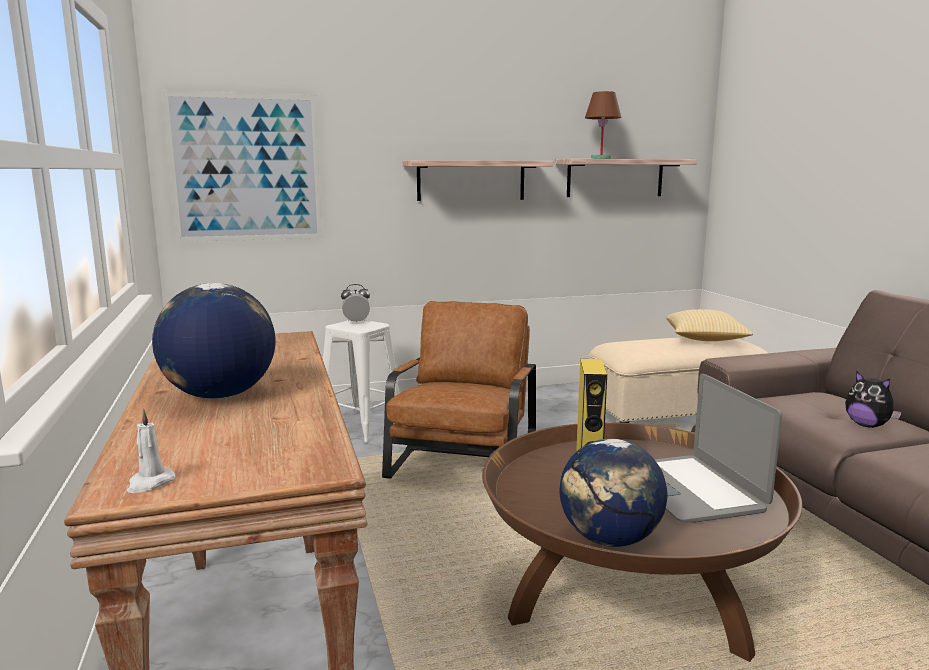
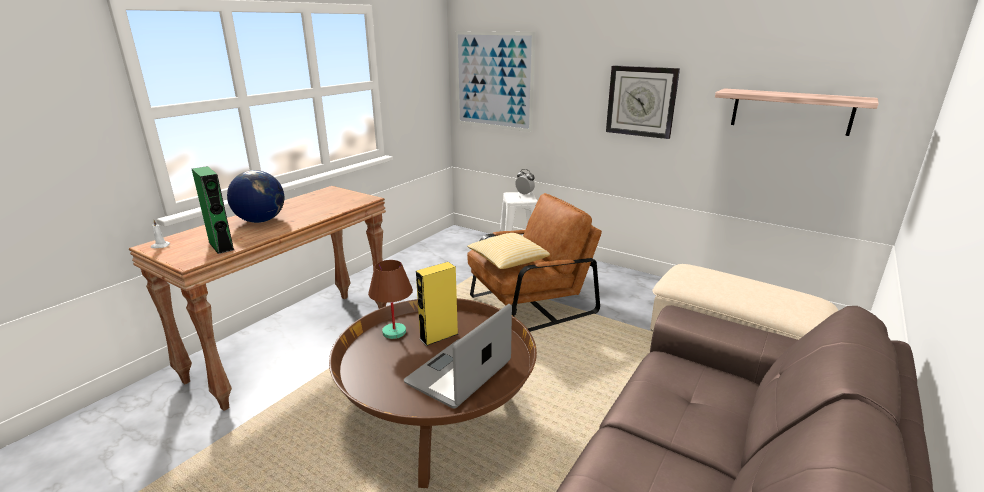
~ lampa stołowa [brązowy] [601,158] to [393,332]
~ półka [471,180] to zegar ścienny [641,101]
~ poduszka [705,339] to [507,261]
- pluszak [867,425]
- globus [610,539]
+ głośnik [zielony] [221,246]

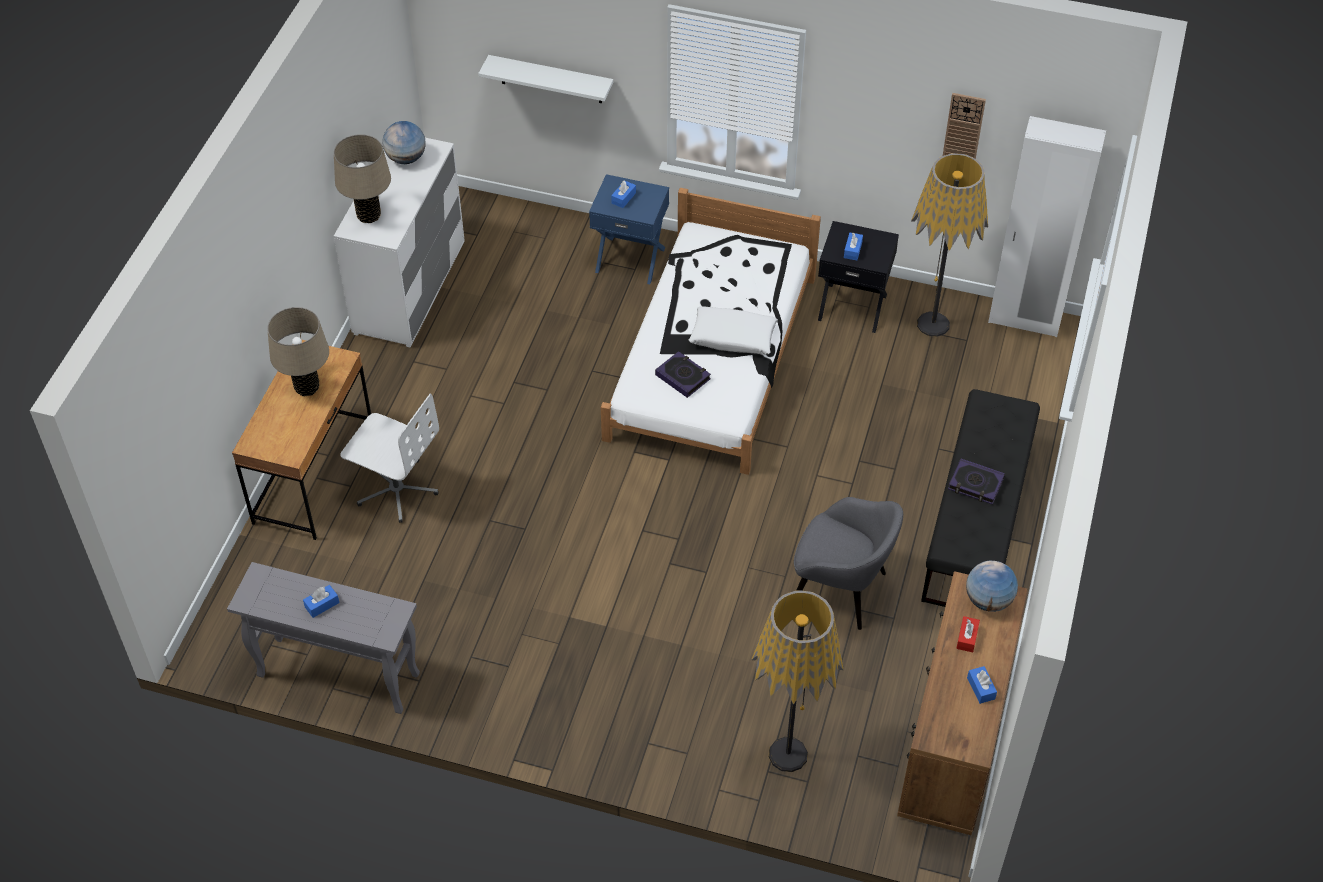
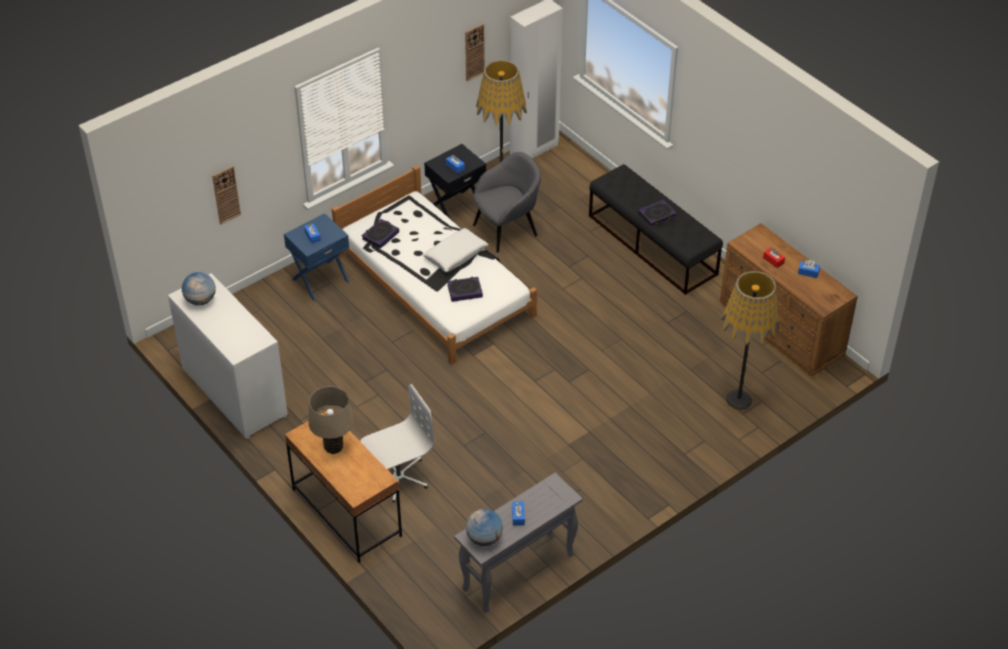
~ półka [biały] [551,79] to zegar ścienny [226,194]
- lampa stołowa [beżowy] [368,215]
~ fotel [szary] [841,589] to [506,229]
~ globus [988,600] to [484,538]
+ książka [380,236]

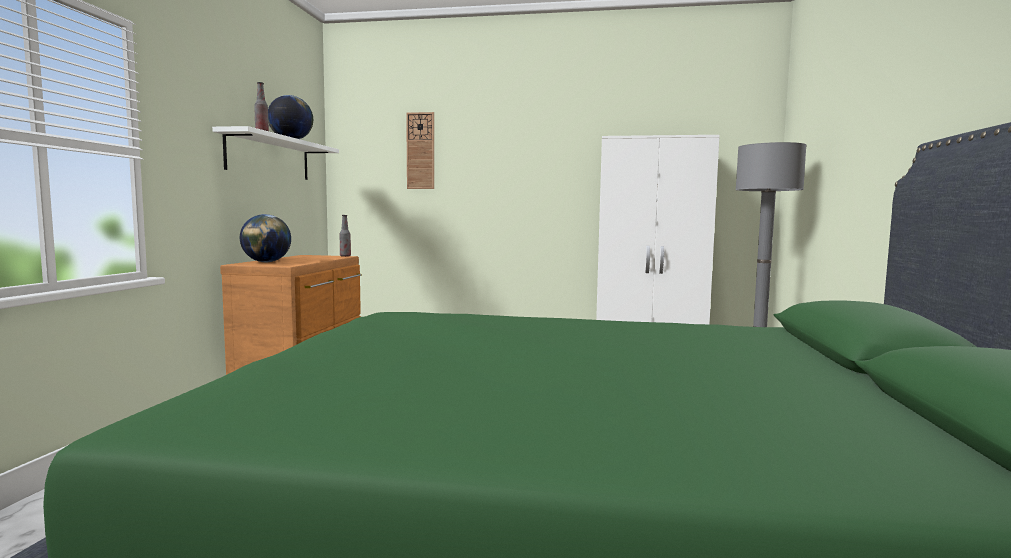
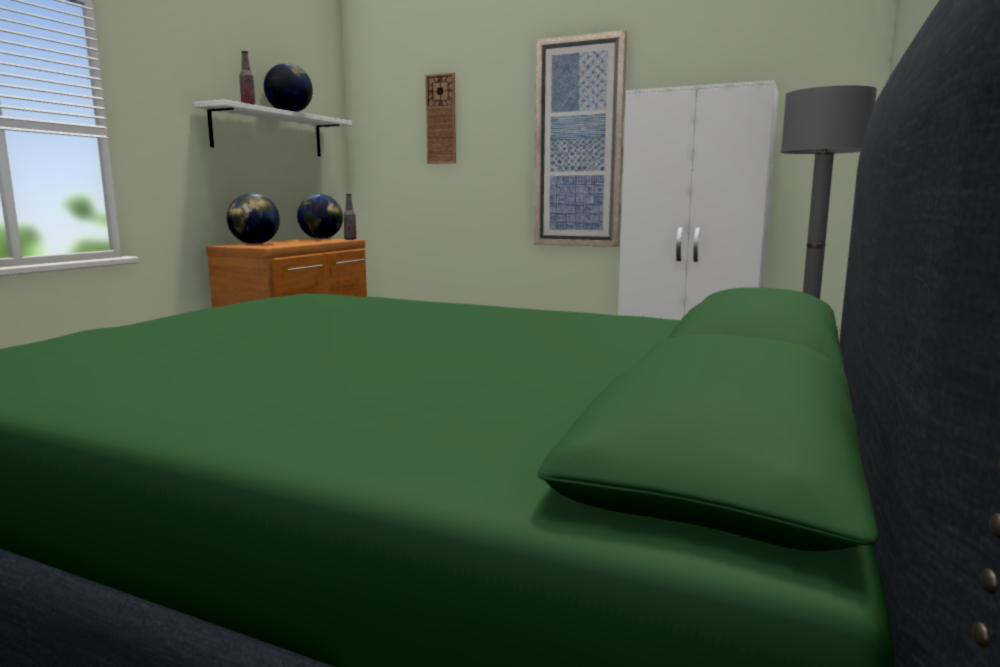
+ obraz [579,143]
+ globus [321,239]

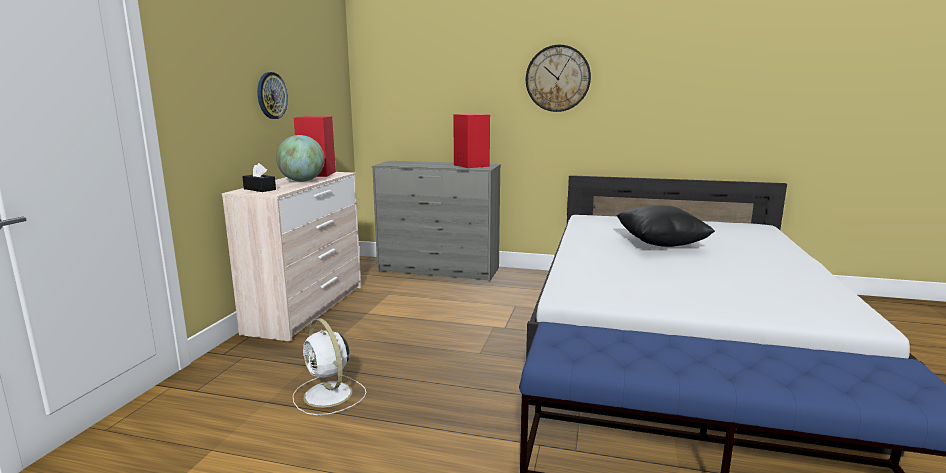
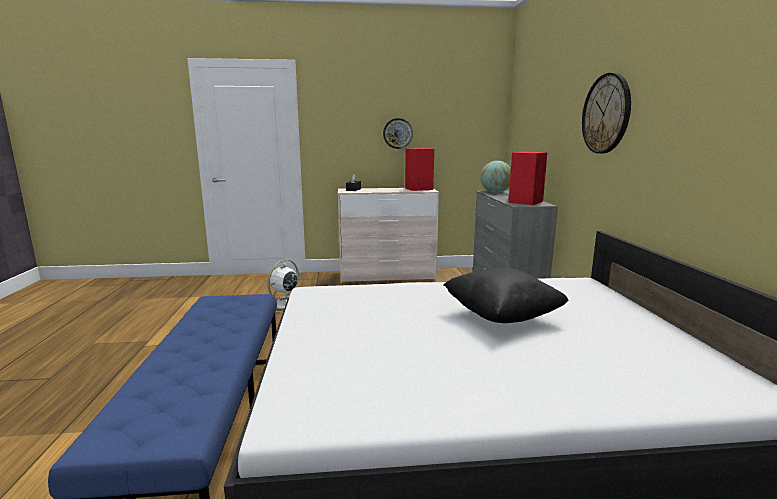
~ globus [302,181] to [495,192]

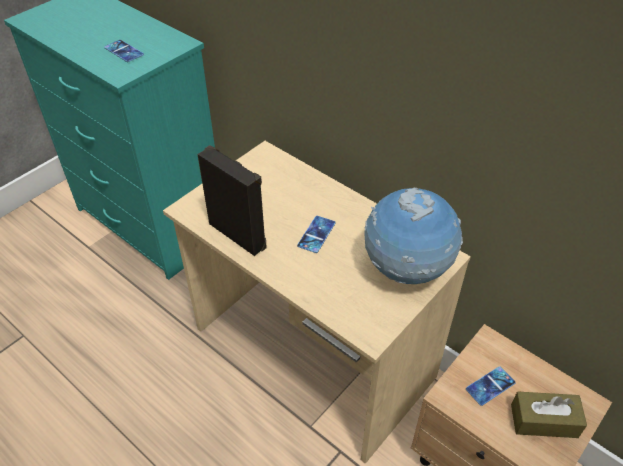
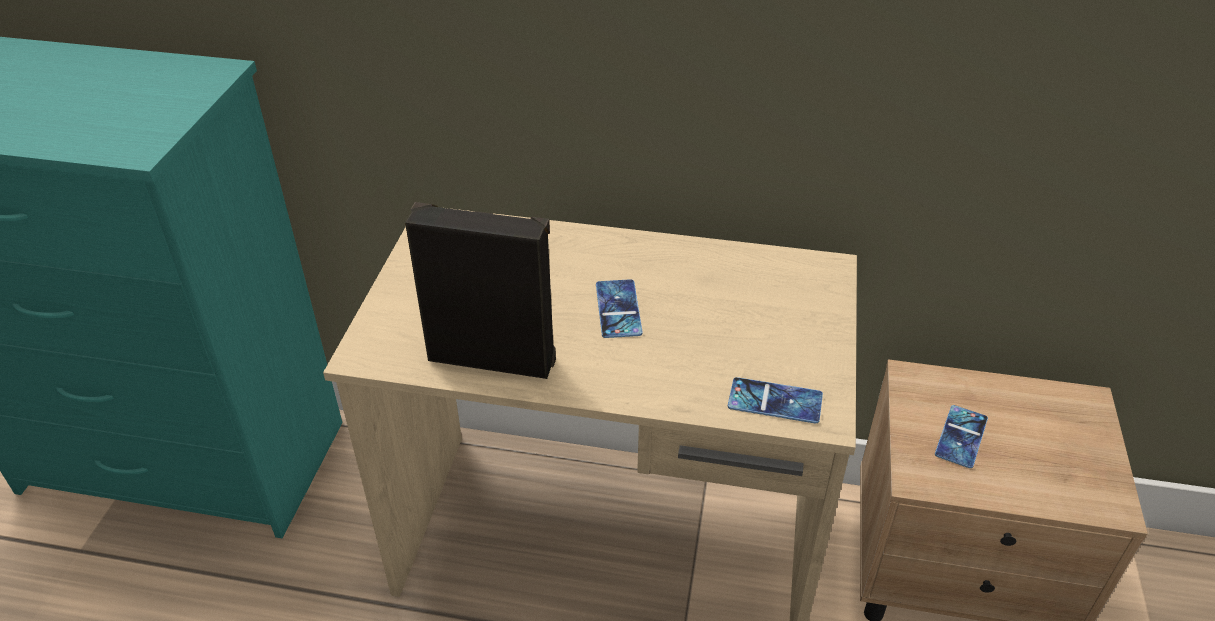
~ telefon [124,51] to [775,401]
- globus [406,270]
- pudełko chusteczek [brązowy] [544,421]

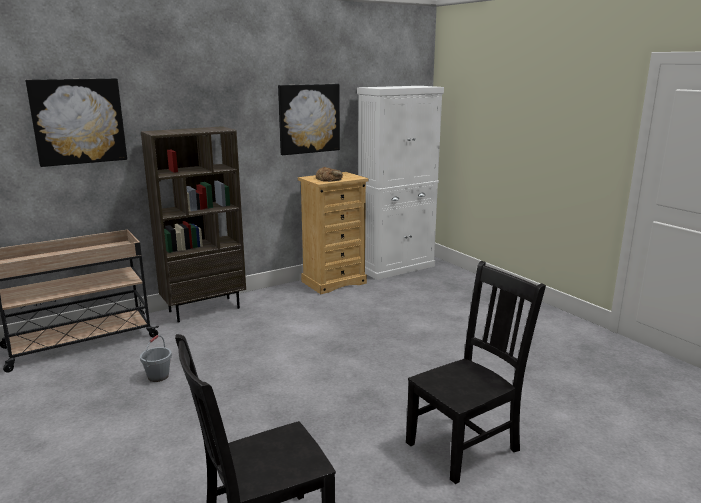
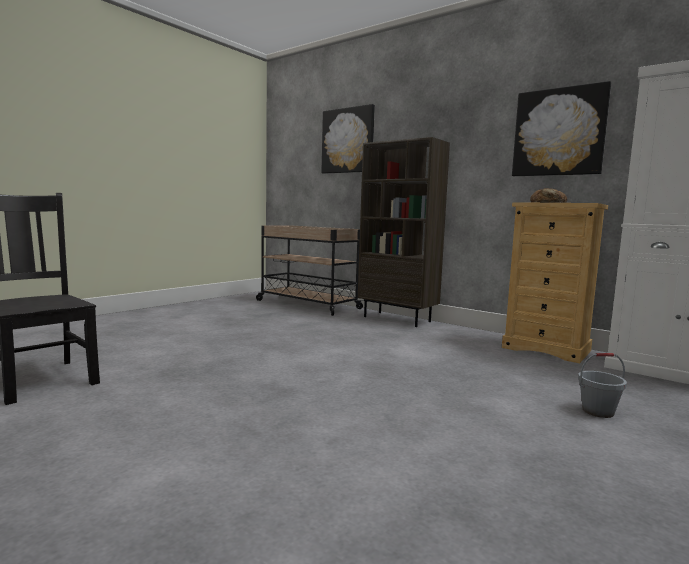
- krzesło [czarny] [465,445]
~ wiadro [szary] [158,376] to [598,411]

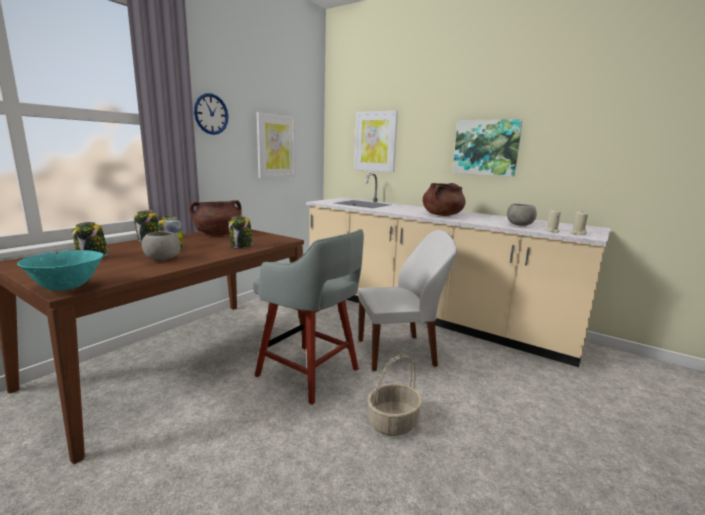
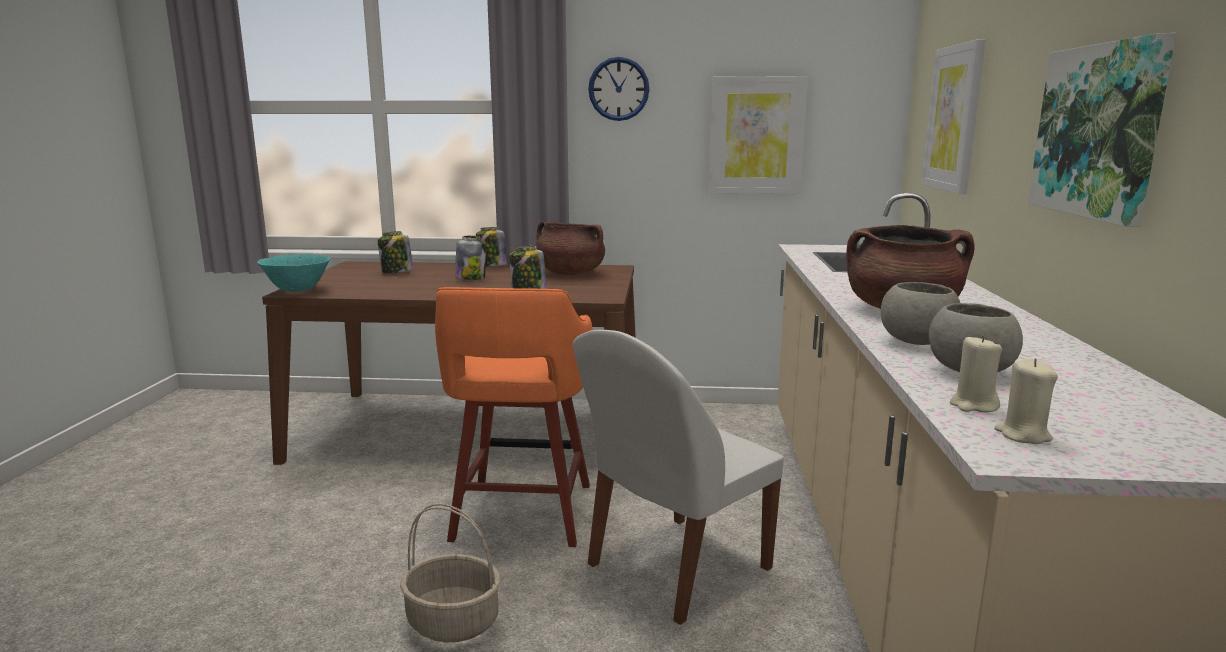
~ stołek [szary] [310,373] to stołek [pomarańczowy] [521,514]
~ krzesło [biały] [398,353] = [674,569] 90 degrees clockwise
~ miska [szary] [162,259] to [916,342]

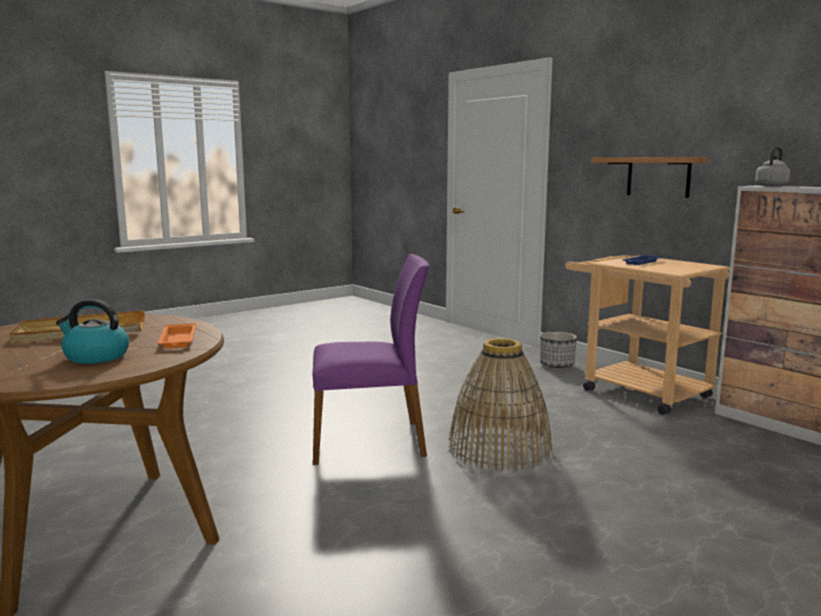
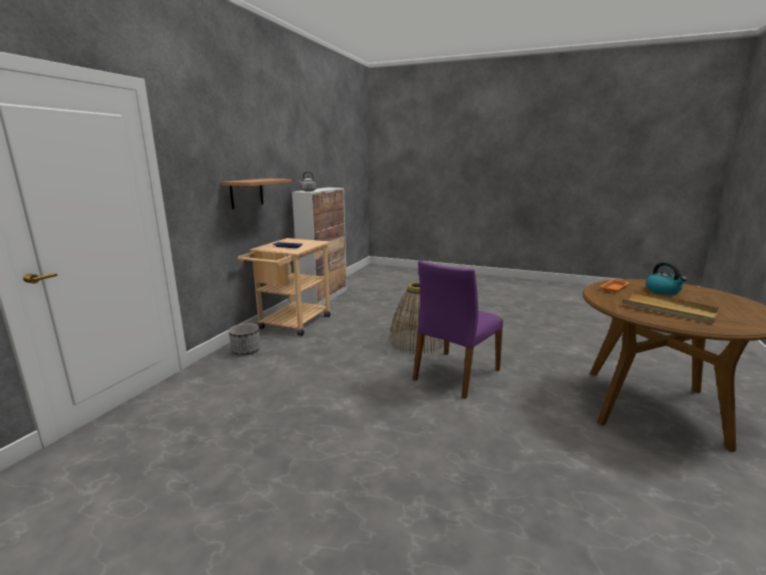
~ krzesło [fioletowy] [369,441] = [455,374] 105 degrees counterclockwise

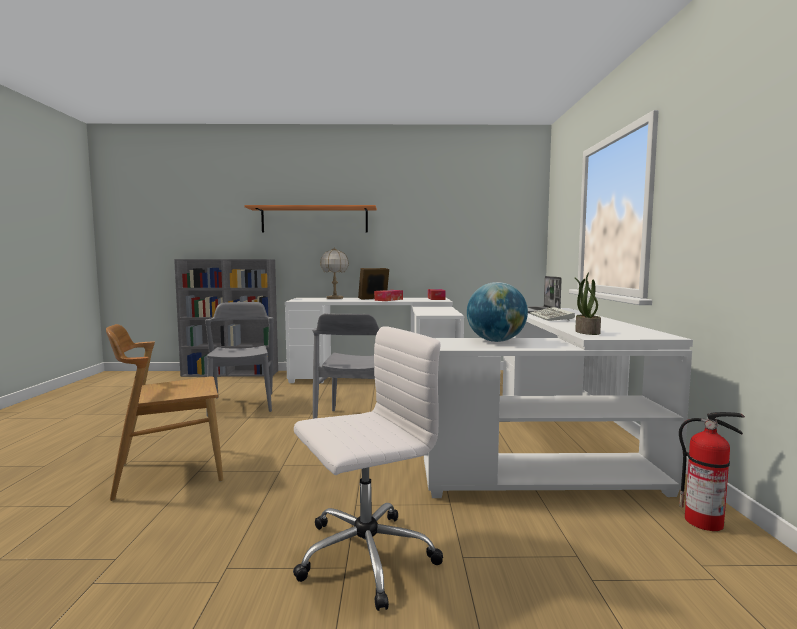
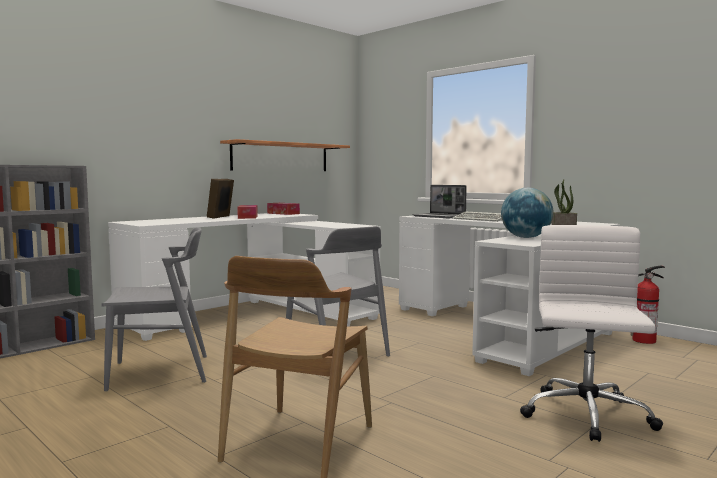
~ półka [314,220] to [281,157]
- lampa stołowa [335,298]
~ krzesło [szary] [242,404] = [160,372] 135 degrees clockwise

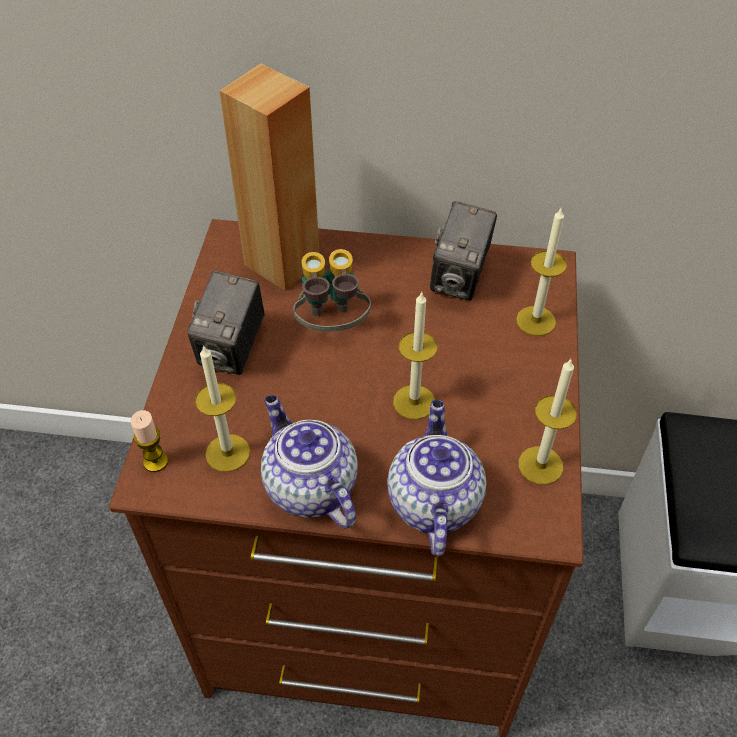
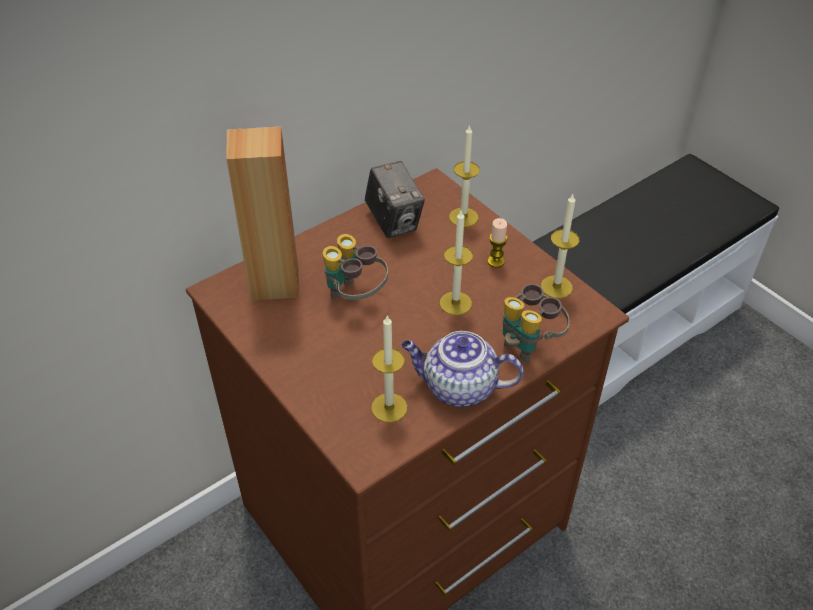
- aparat fotograficzny [232,349]
~ imbryk [432,500] to lornetka [529,343]
~ świeca [155,461] to [496,261]

